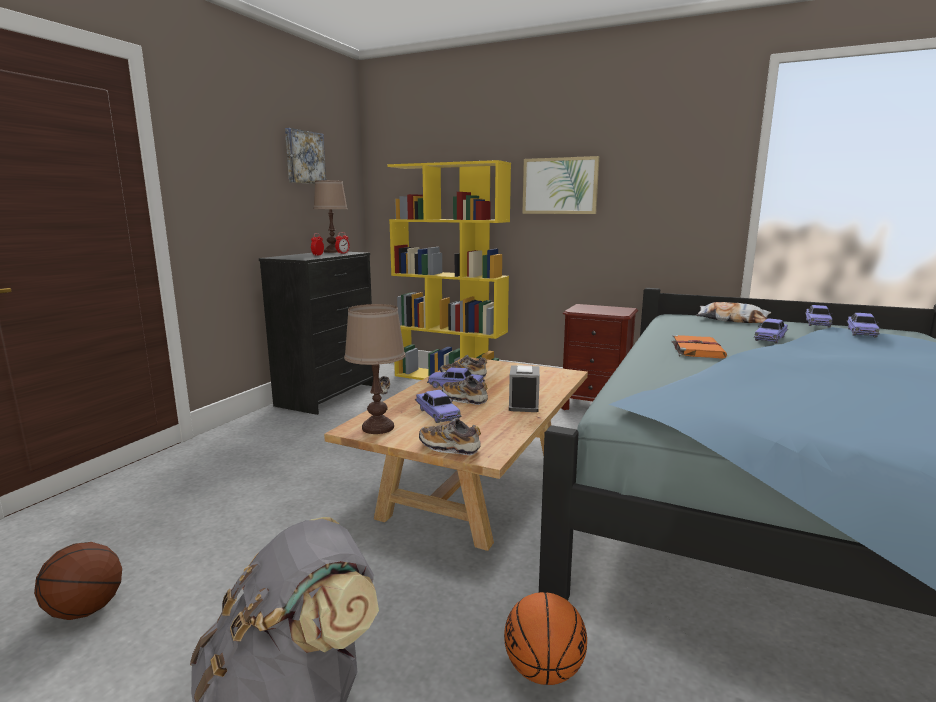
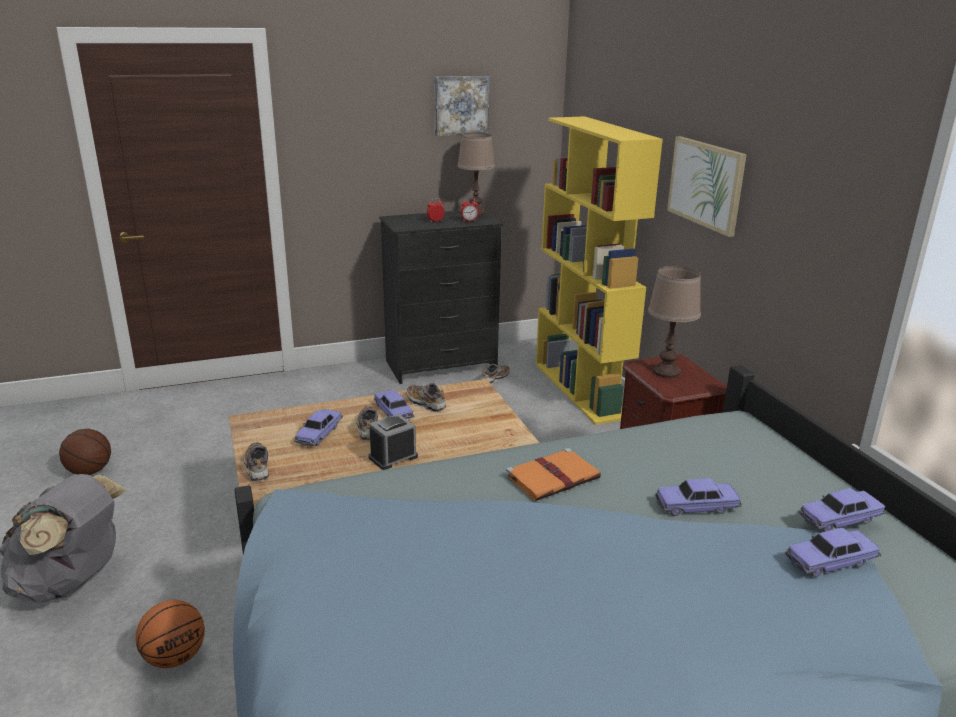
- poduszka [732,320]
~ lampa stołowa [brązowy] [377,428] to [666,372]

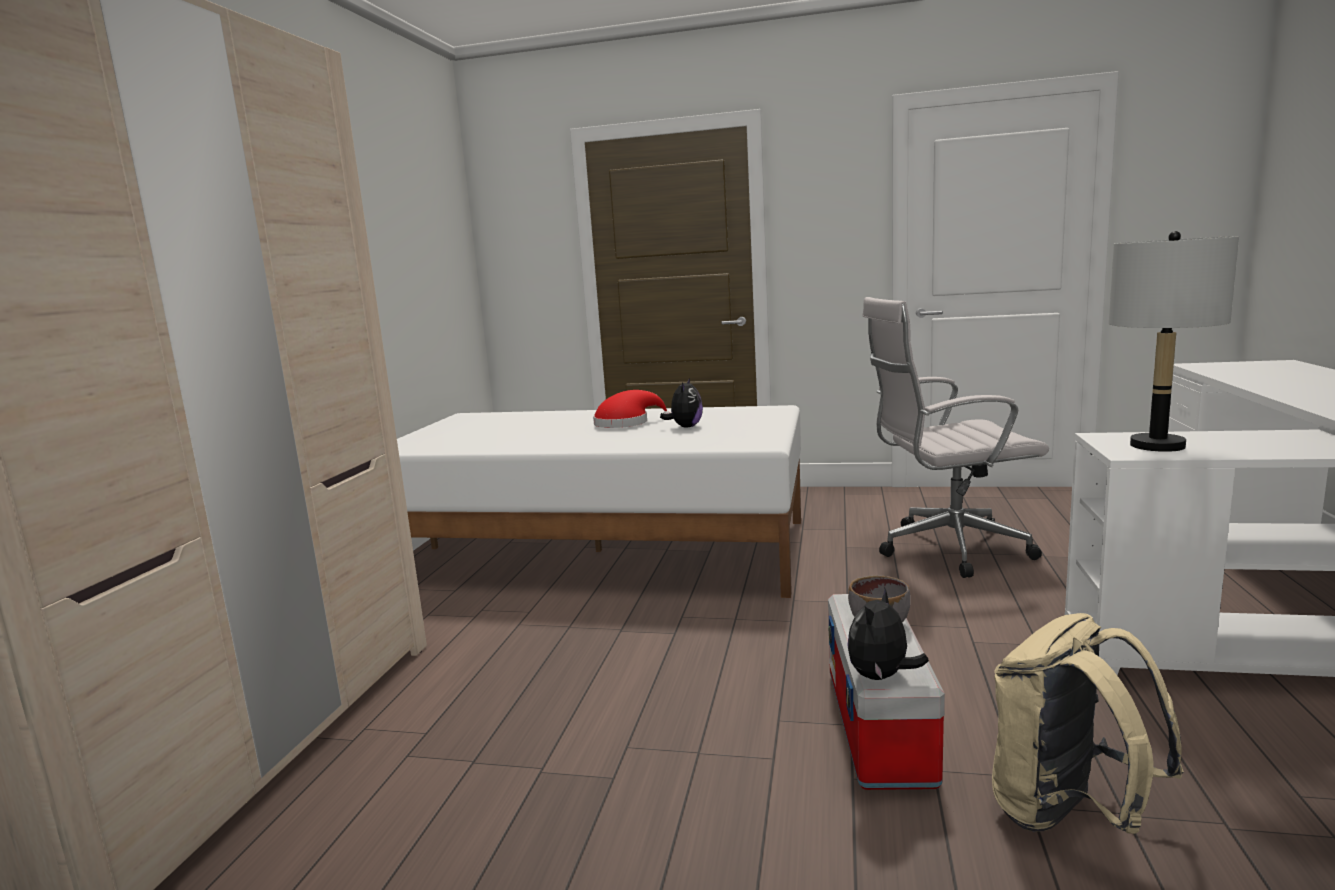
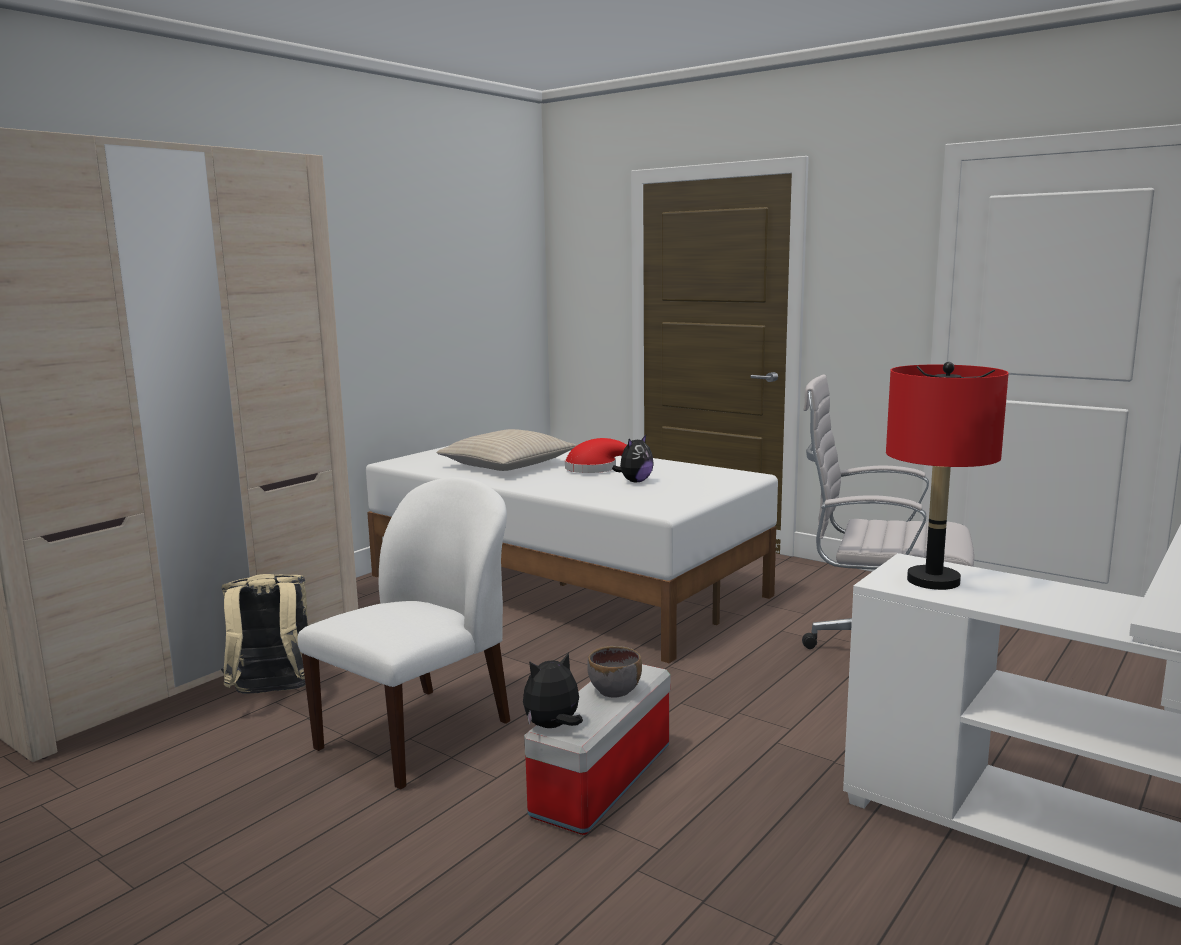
~ lampa stołowa [szary] [1157,446] to lampa stołowa [czerwony] [934,581]
~ plecak [beżowy] [1067,815] to [272,694]
+ poduszka [beżowy] [507,465]
+ krzesło [biały] [418,734]

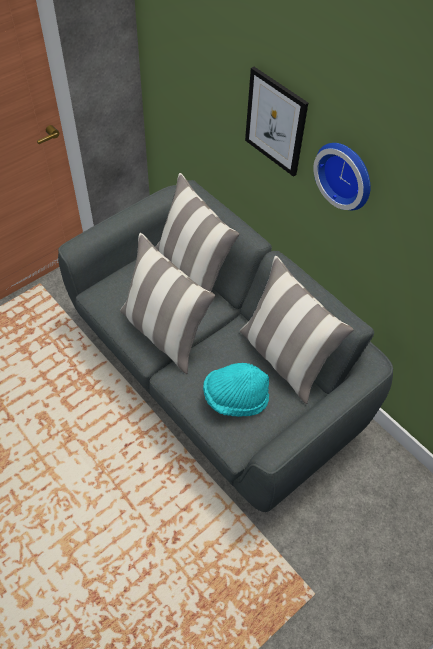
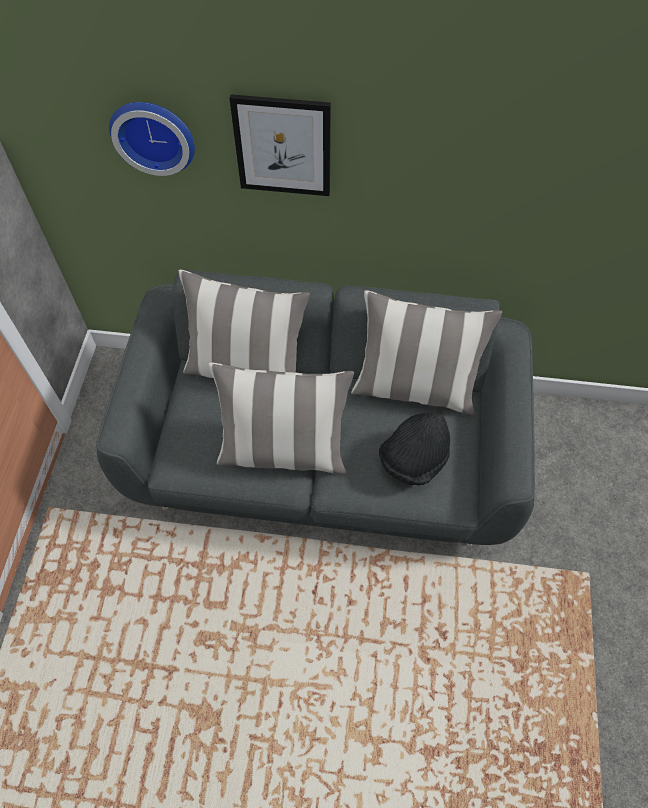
~ zegar ścienny [346,174] to [154,134]
~ kapelusz [turkusowy] [235,398] to kapelusz [czarny] [414,459]

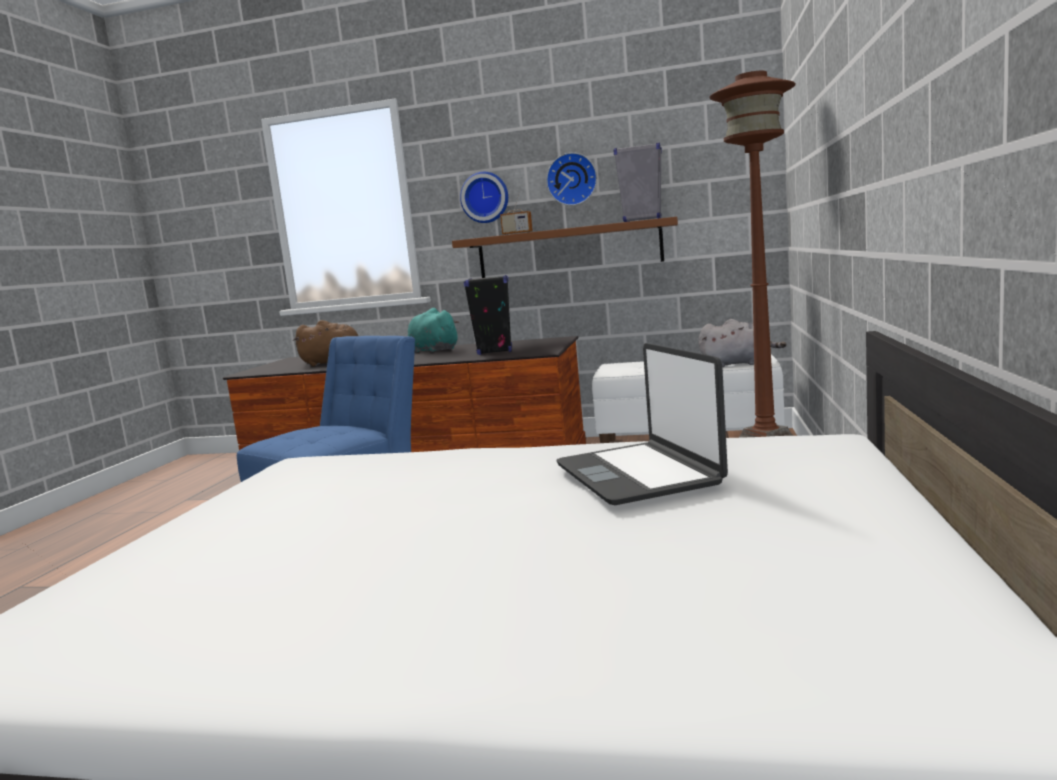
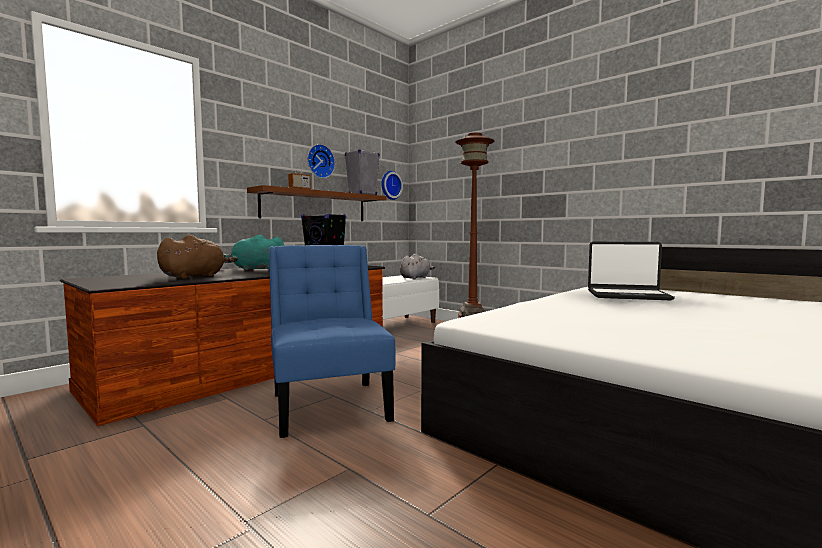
~ zegar ścienny [485,197] to [390,185]

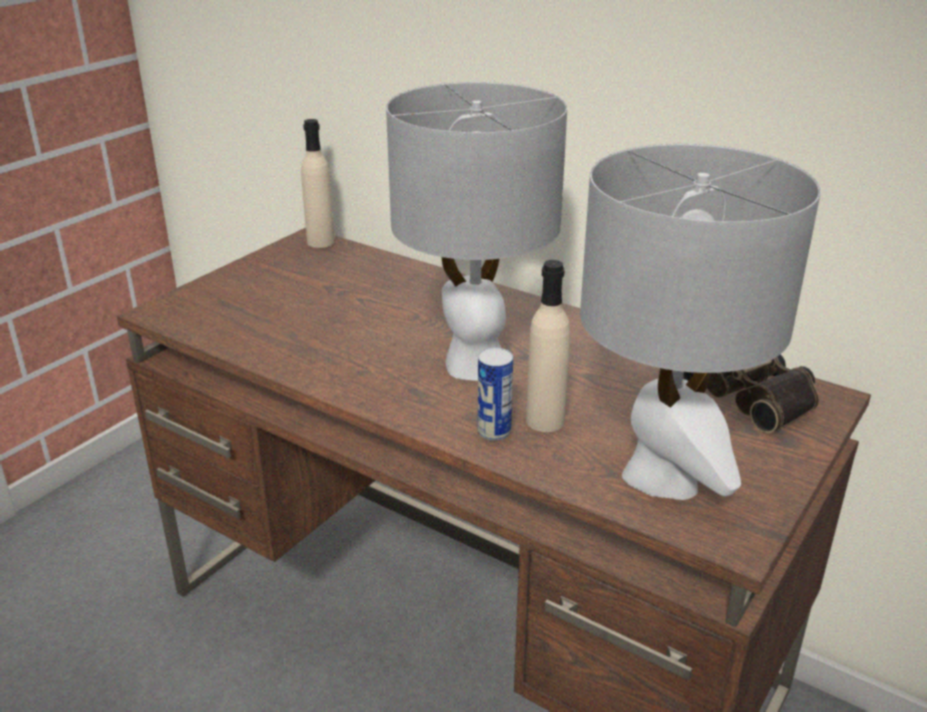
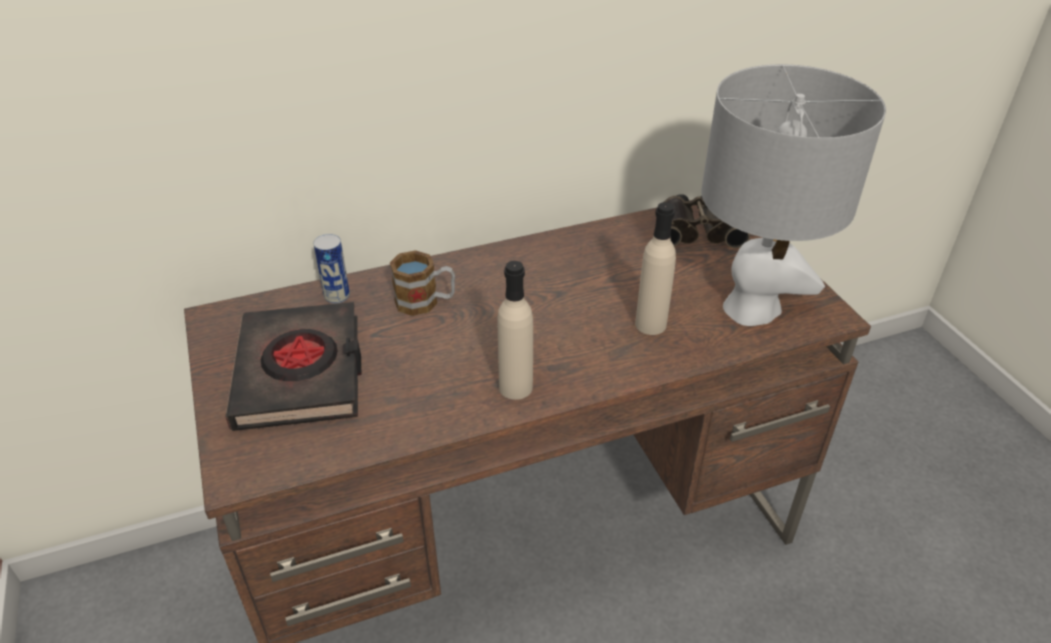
- lampa stołowa [szary] [474,363]
~ butelka [beżowy] [321,242] to [515,387]
~ puszka [494,431] to [337,296]
+ kubek [425,302]
+ książka [czarny] [301,373]

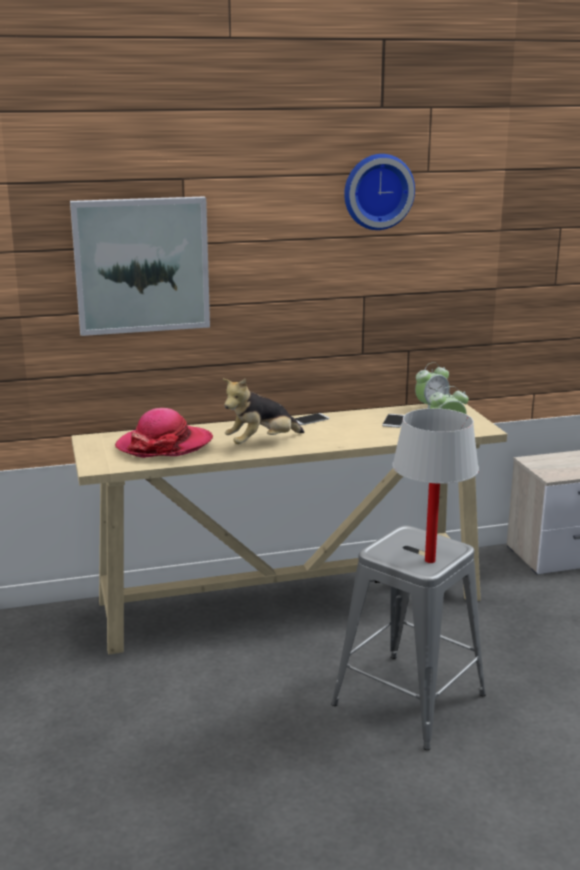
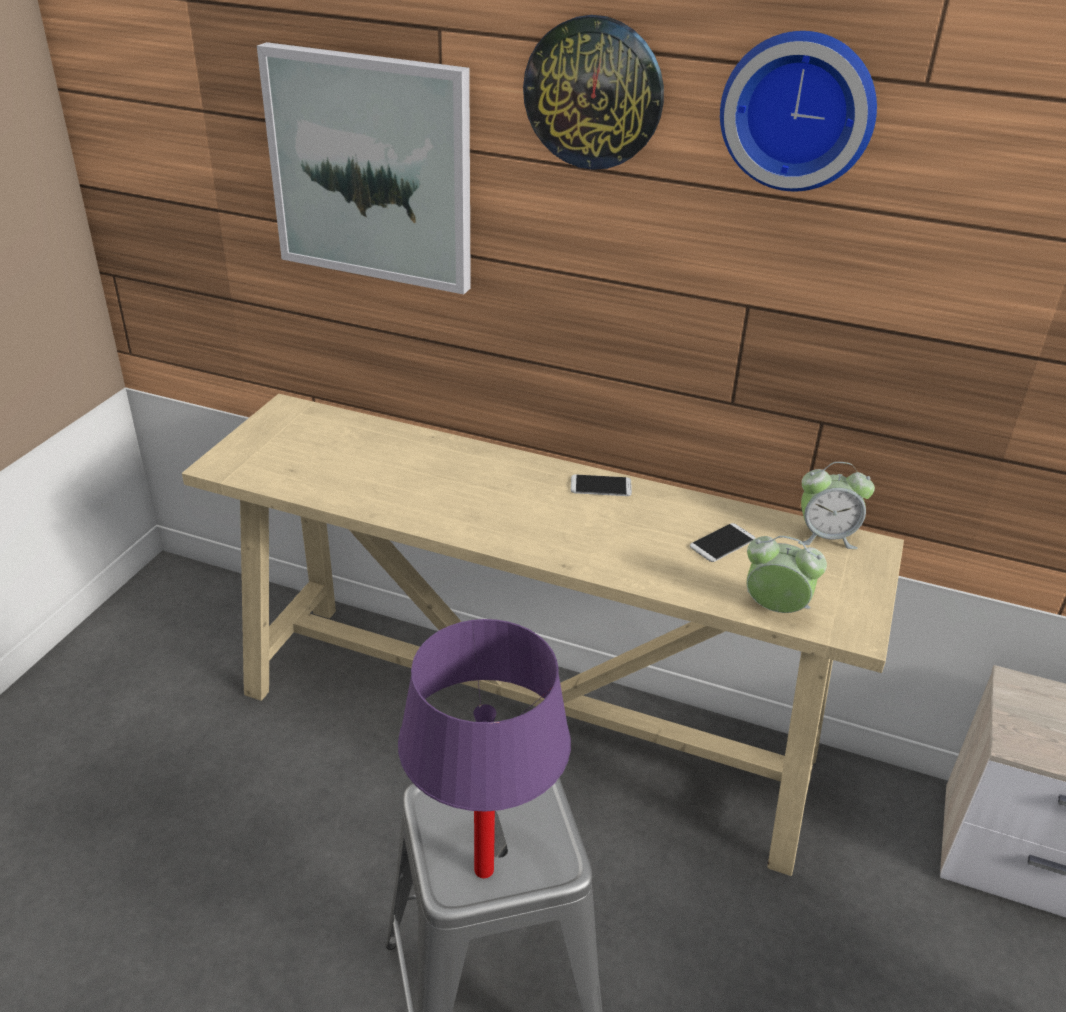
- pluszak [261,443]
- kapelusz [164,445]
~ lampa stołowa [biały] [429,560] to lampa stołowa [fioletowy] [483,869]
+ zegar ścienny [594,93]

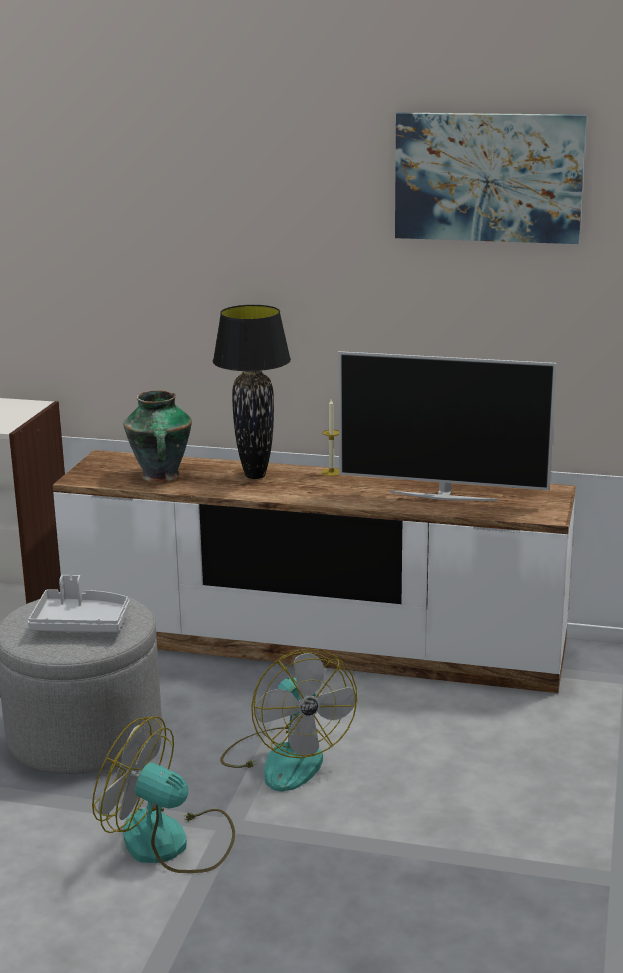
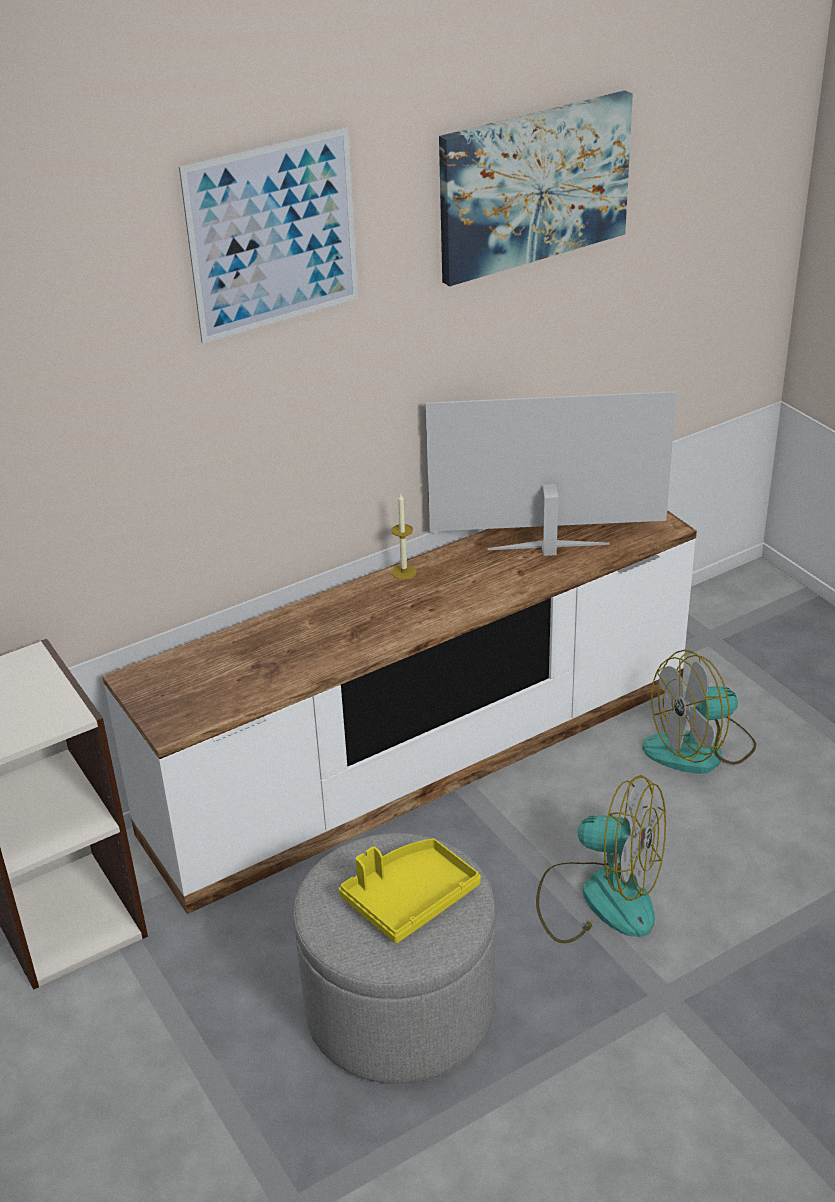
- lampa stołowa [czarny] [254,476]
~ telewizor [443,496] = [548,548] 150 degrees counterclockwise
- wazon [161,476]
~ taca [szary] [81,624] to taca [żółty] [409,898]
~ wentylator [170,843] to [700,748]
+ obraz [273,236]

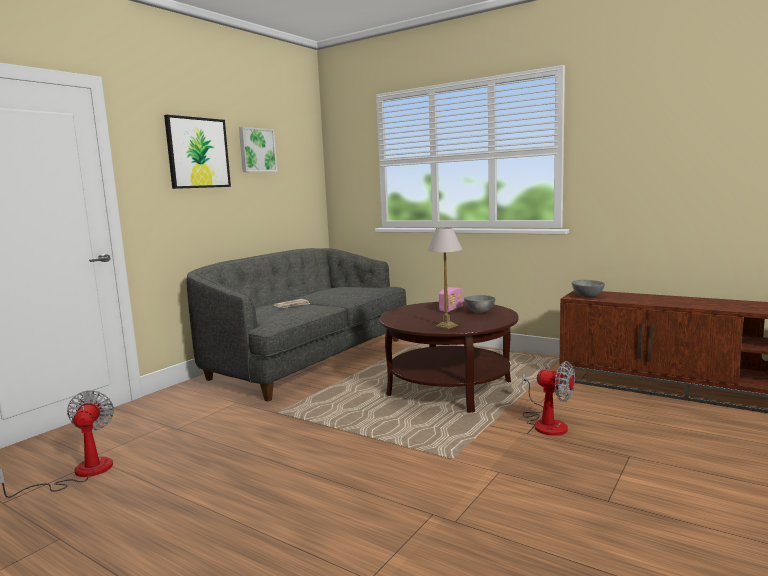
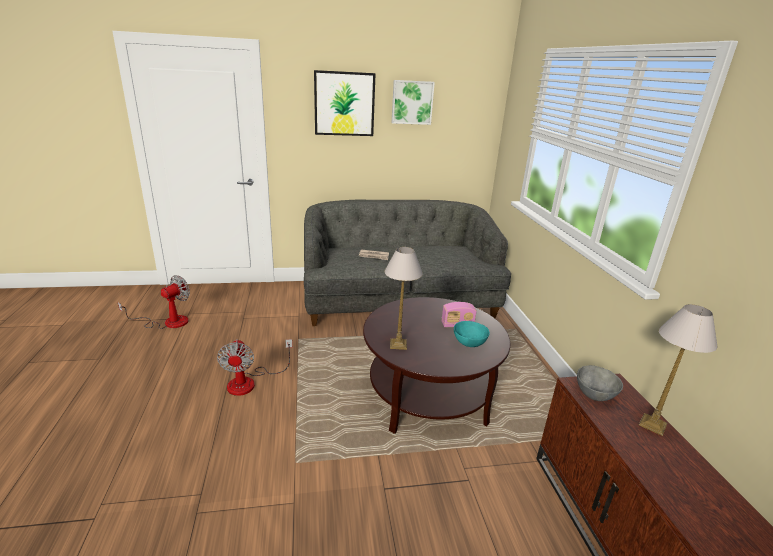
~ miska [szary] [479,312] to miska [turkusowy] [468,343]
~ wentylator [546,423] to [250,382]
+ lampa stołowa [652,424]

